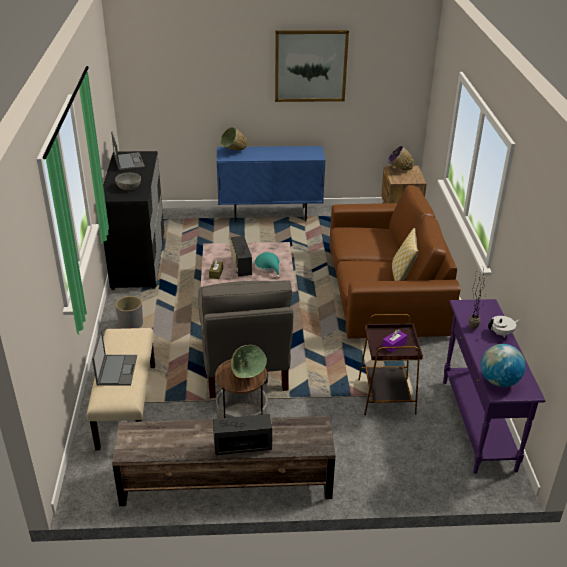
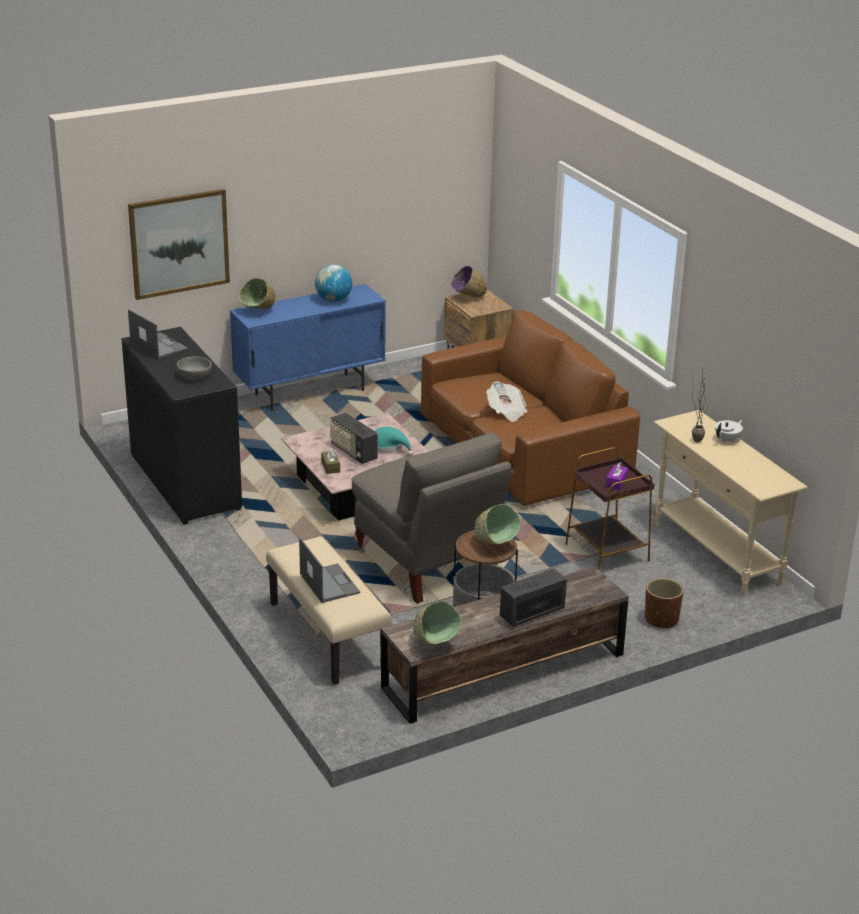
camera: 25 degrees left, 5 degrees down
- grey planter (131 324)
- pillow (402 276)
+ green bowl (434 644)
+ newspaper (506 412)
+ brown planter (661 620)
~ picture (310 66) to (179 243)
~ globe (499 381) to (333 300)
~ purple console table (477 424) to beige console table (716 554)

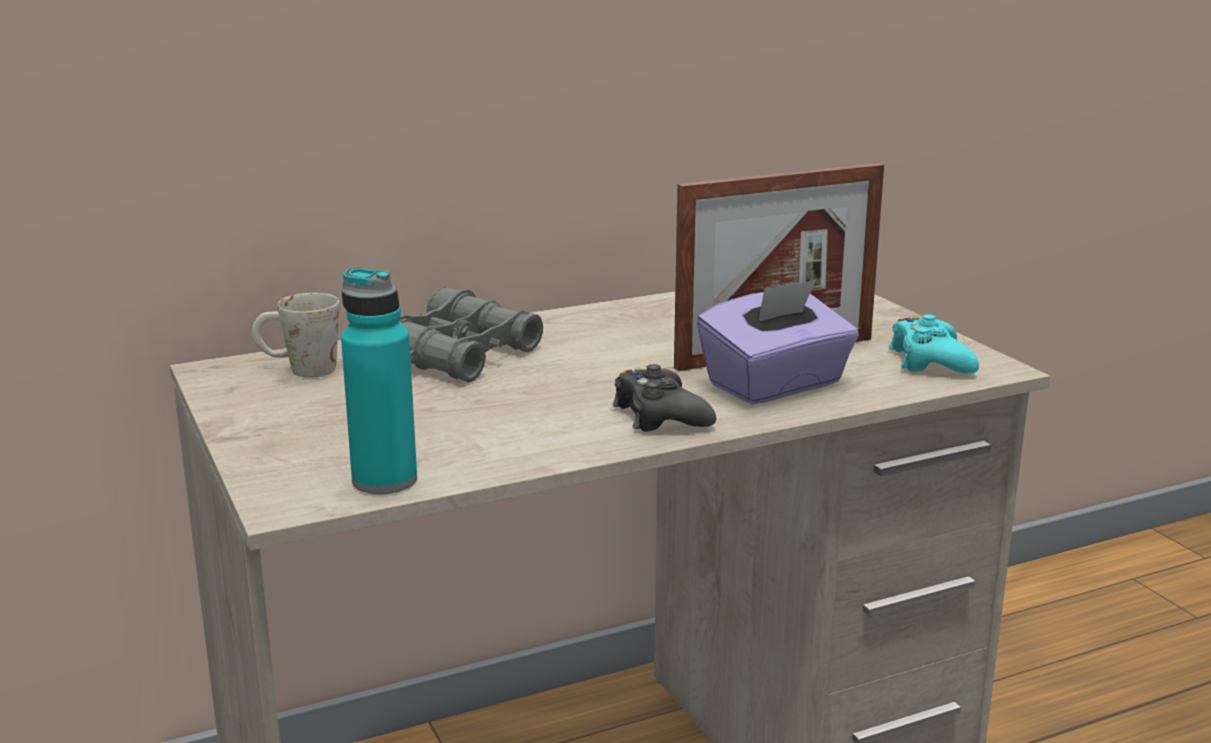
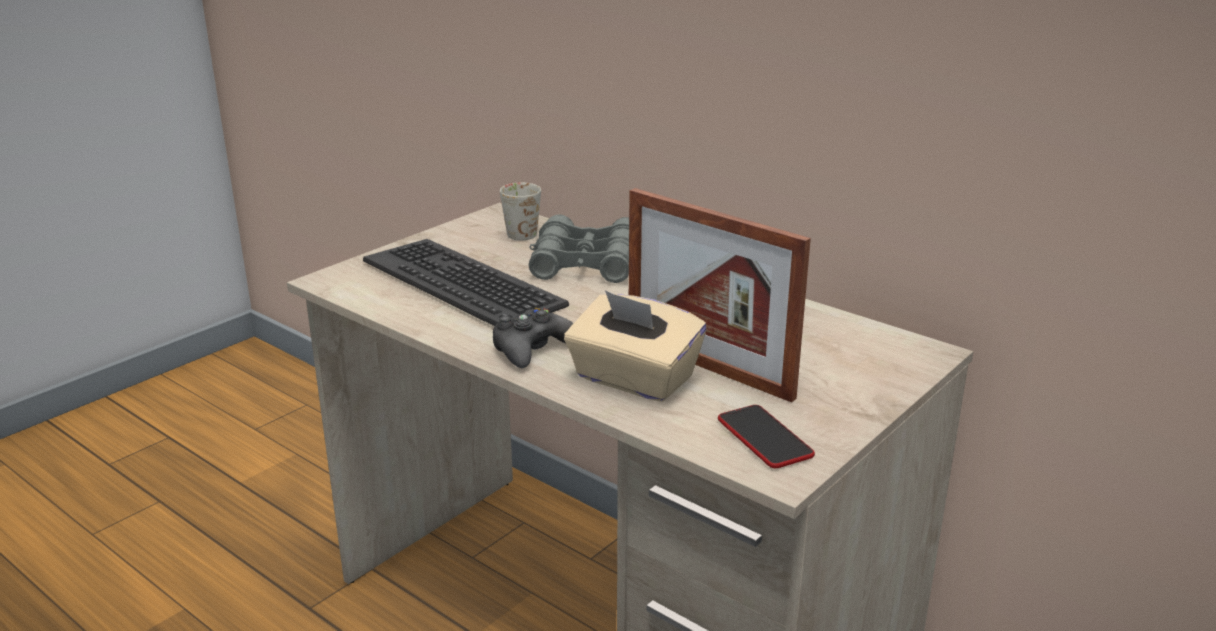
camera: 65 degrees right, 5 degrees up
- turquoise bottle (384 480)
+ keyboard (463 283)
~ turquoise game controller (930 361) to phone (764 438)
~ purple tissue box (776 385) to beige tissue box (633 379)

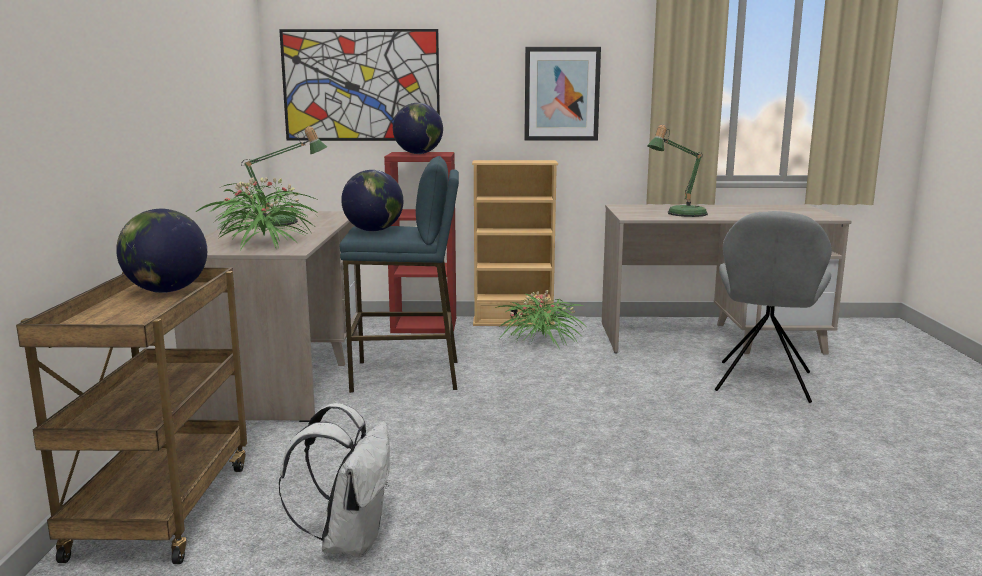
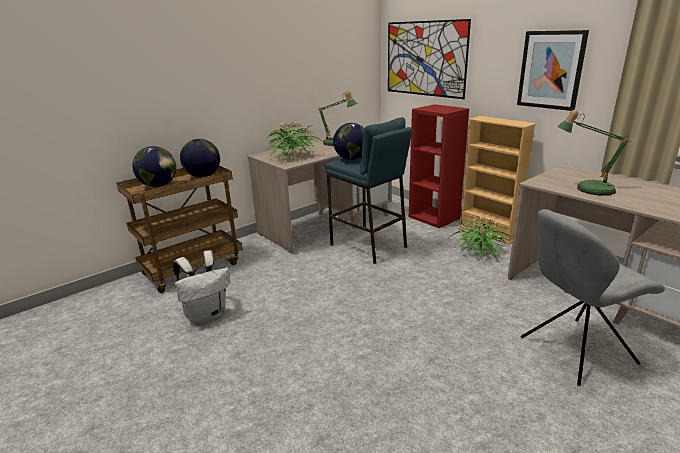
camera: 50 degrees right, 10 degrees up
~ globe (418 154) to (158 186)

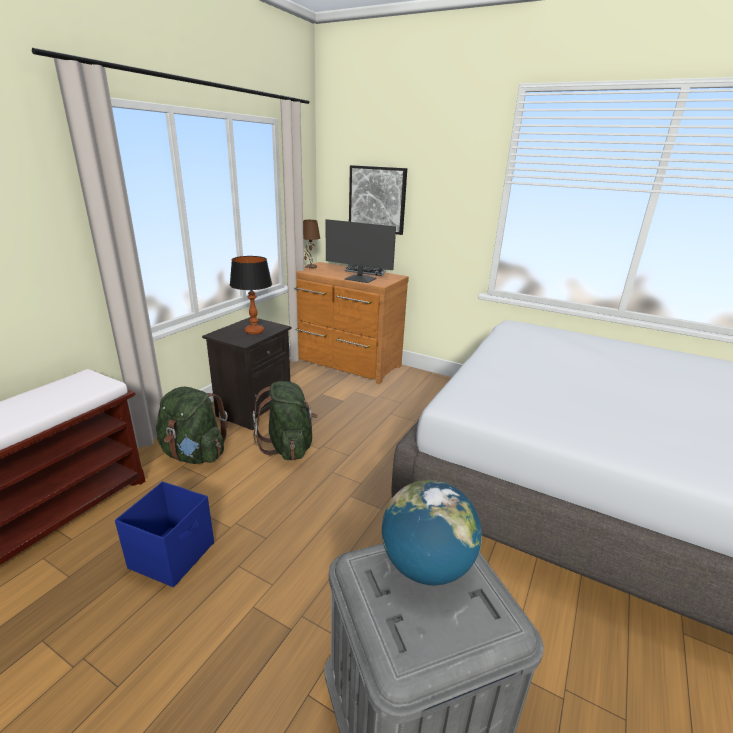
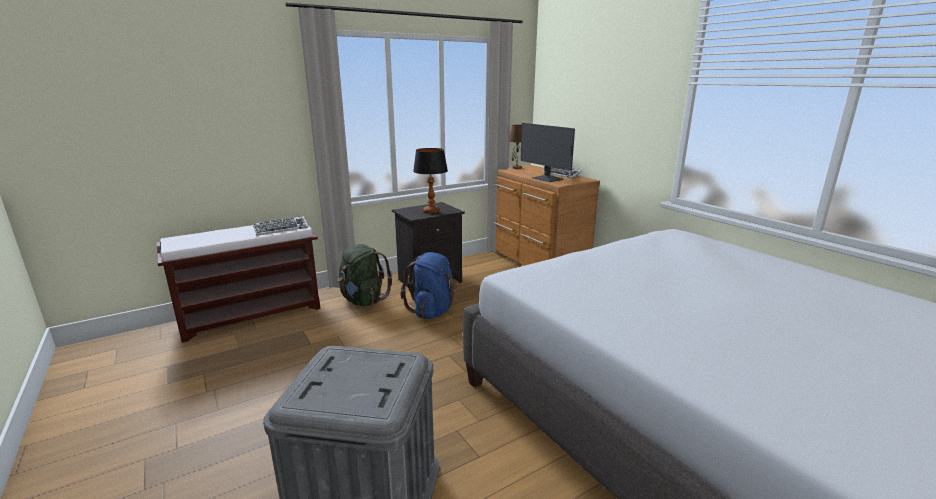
camera: 30 degrees right, 5 degrees down
- blue storage box (173 555)
- picture (377 199)
- globe (426 566)
+ keyboard (281 229)
~ green backpack (288 446) to blue backpack (432 311)

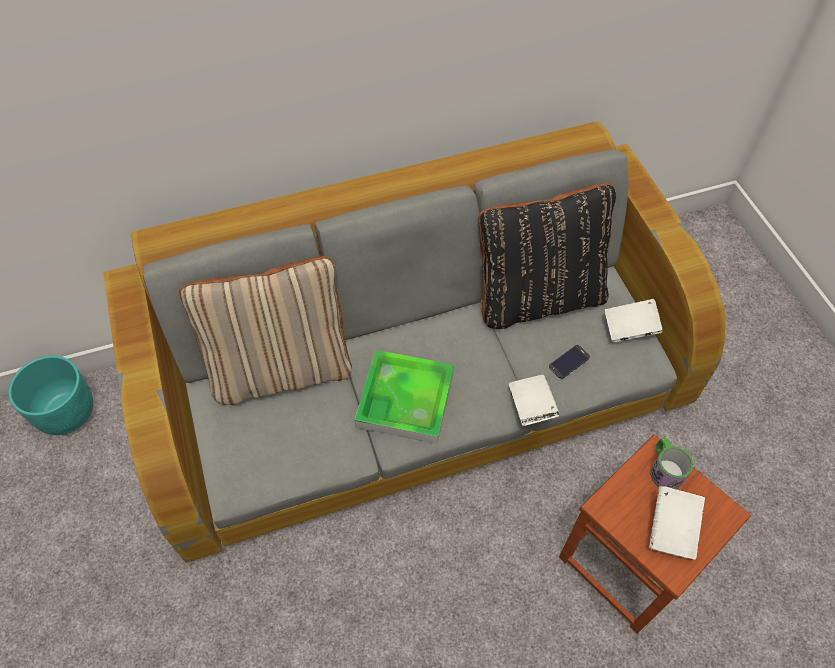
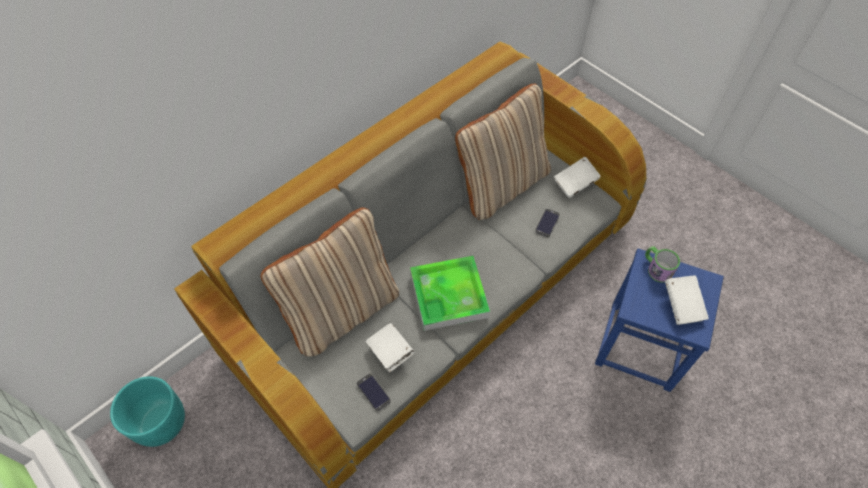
camera: 25 degrees left, 0 degrees up
+ phone (373 392)
~ white book (531 406) to (390 352)
~ black pillow (538 297) to beige pillow (501 185)
~ brown stool (629 560) to blue stool (640 345)

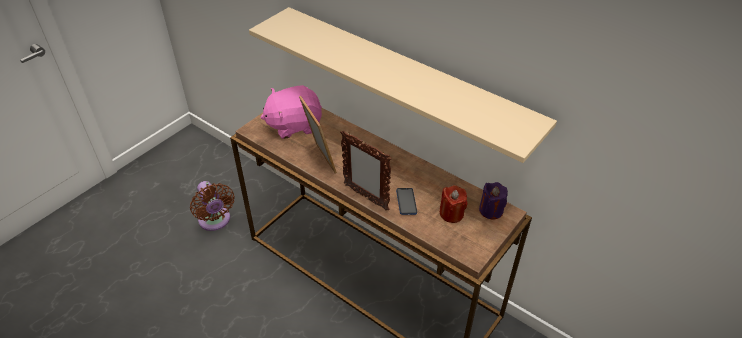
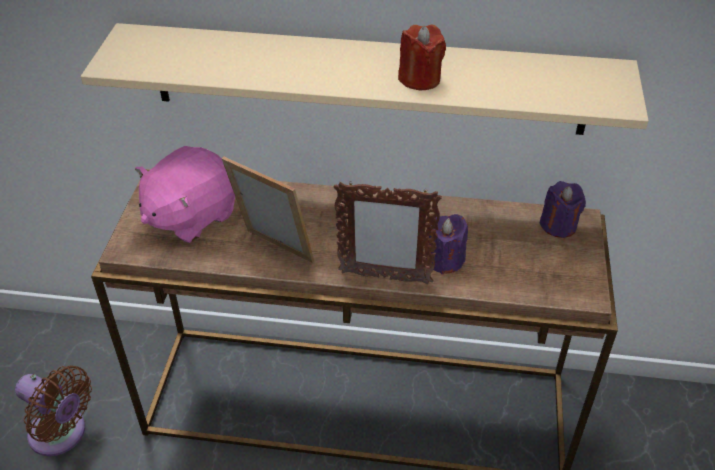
camera: 30 degrees left, 0 degrees up
~ red candle (451 214) to (419 79)
~ phone (406 202) to purple candle (444 260)

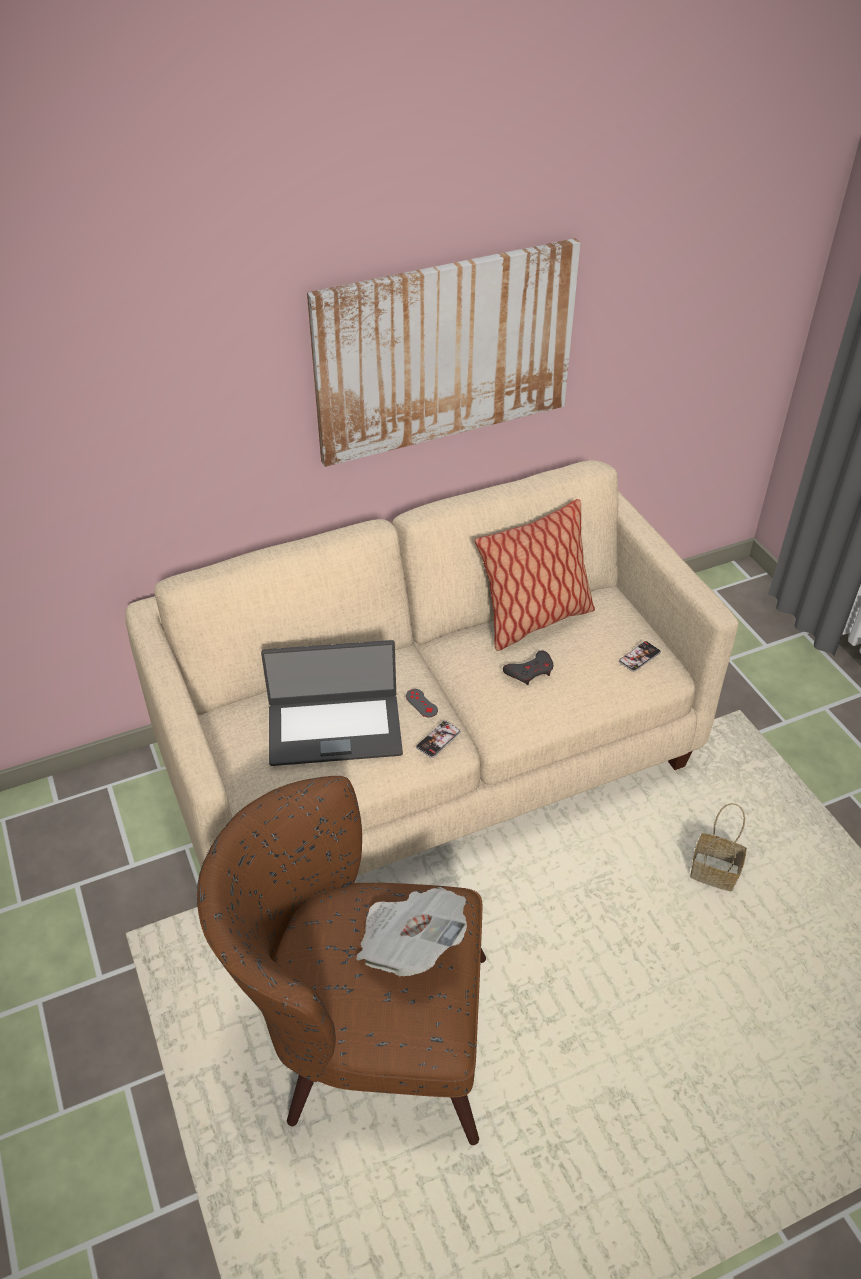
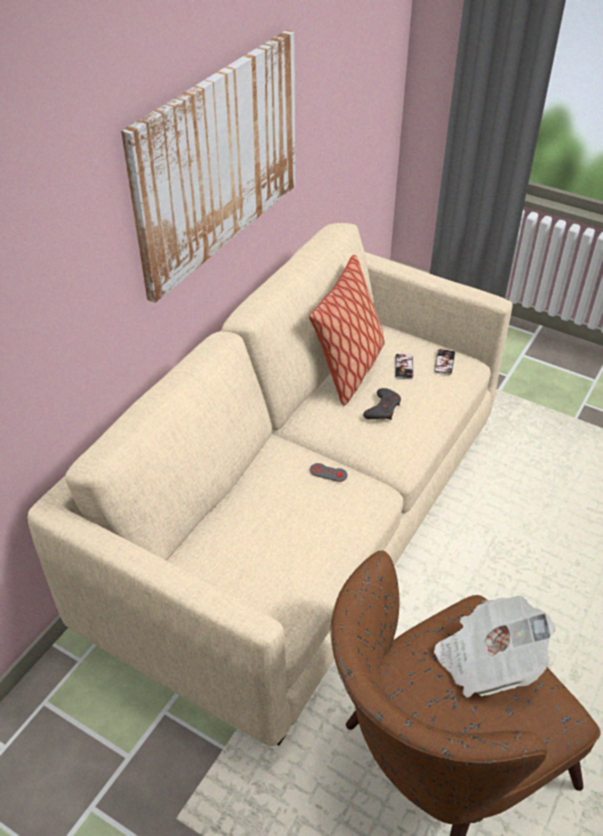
camera: 35 degrees left, 0 degrees up
- laptop (334 728)
- basket (715 872)
~ phone (438 740) to (404 367)

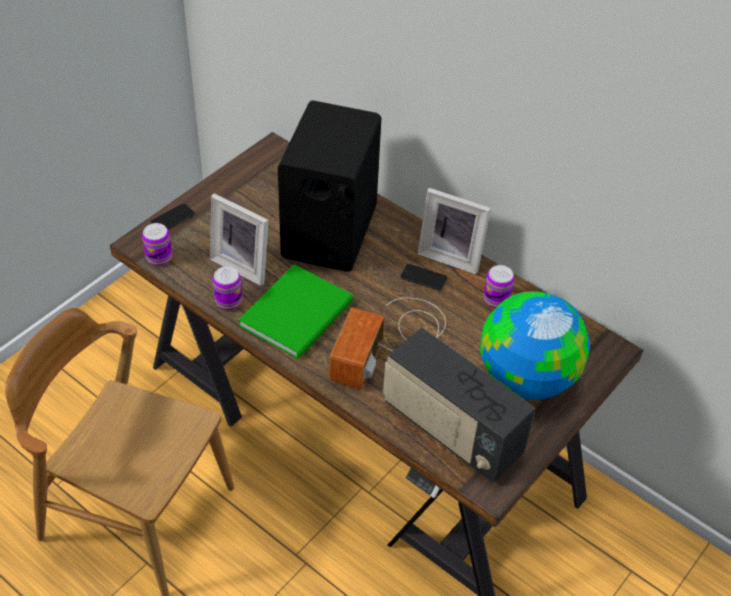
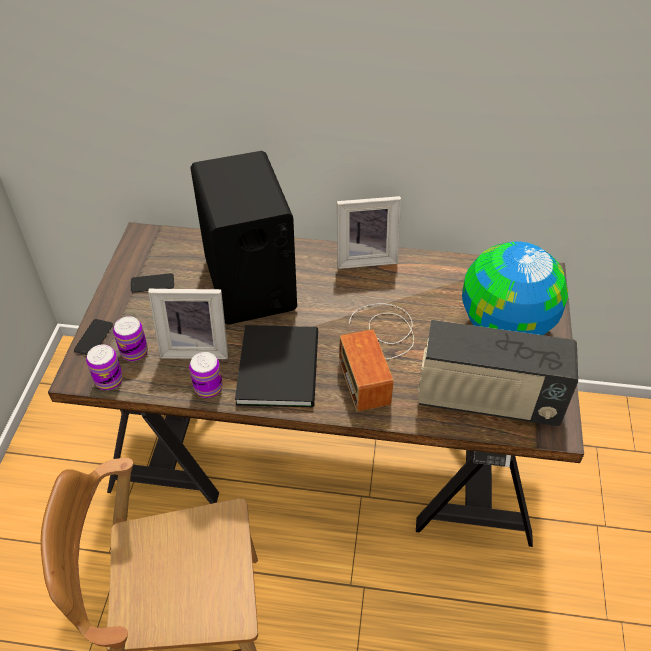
camera: 30 degrees left, 0 degrees up
~ phone (423 278) to (152 283)
~ can (496 300) to (134 352)
~ green book (300 312) to black book (281 365)

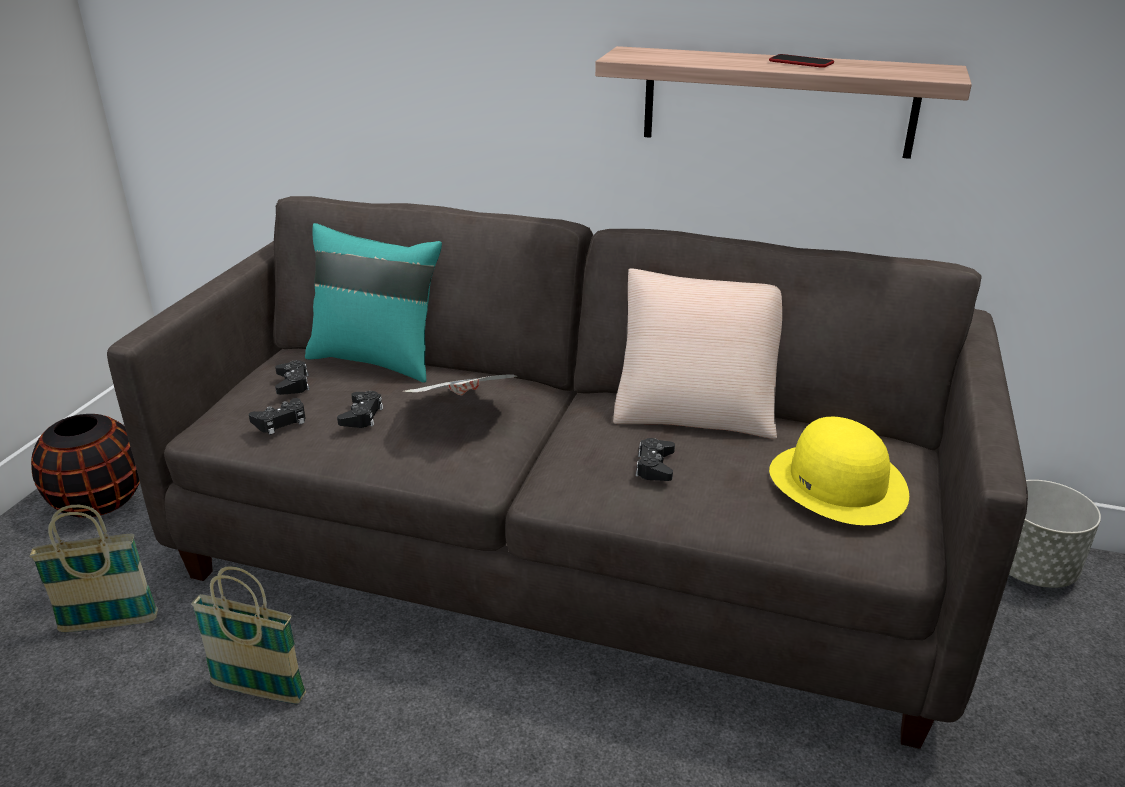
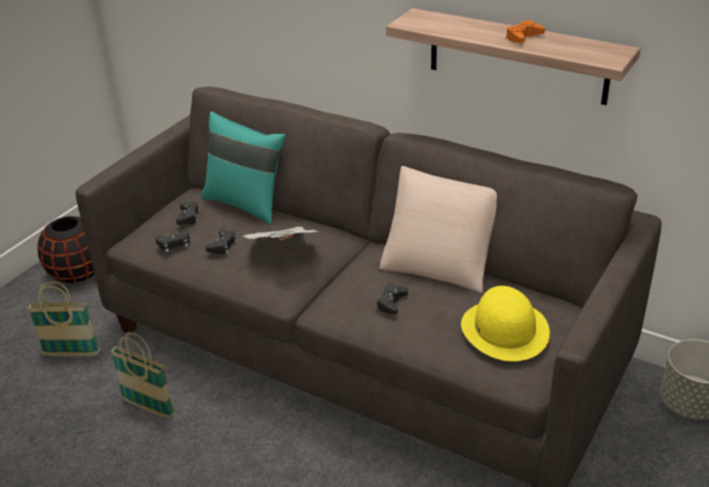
camera: 15 degrees right, 5 degrees up
~ phone (801 62) to orange game controller (523 37)

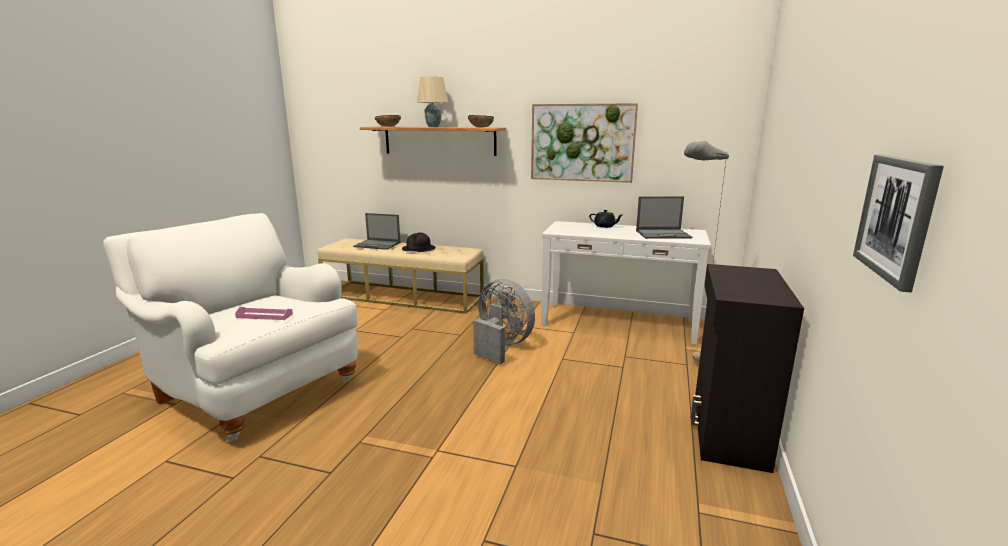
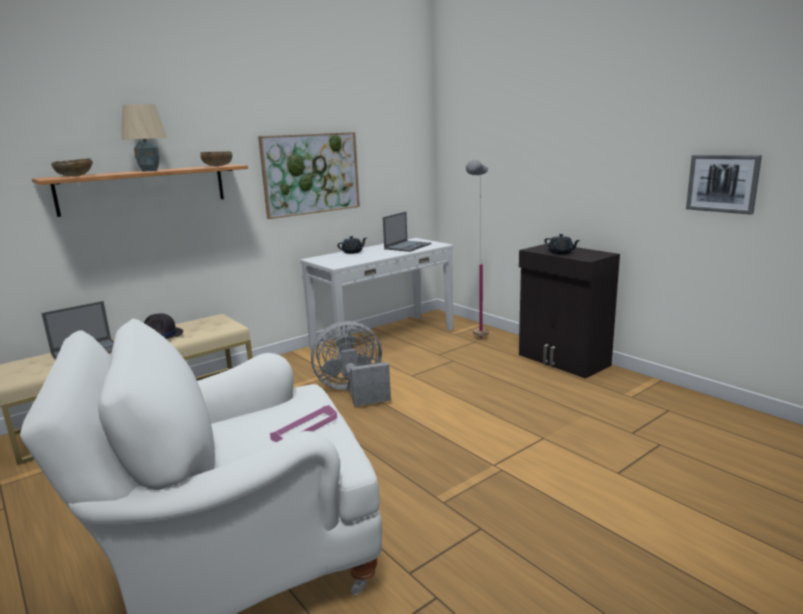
camera: 55 degrees left, 0 degrees up
+ black teapot (561 253)

